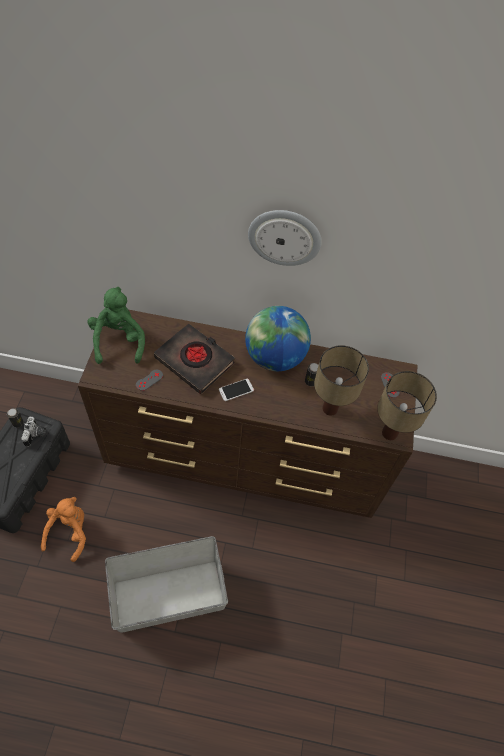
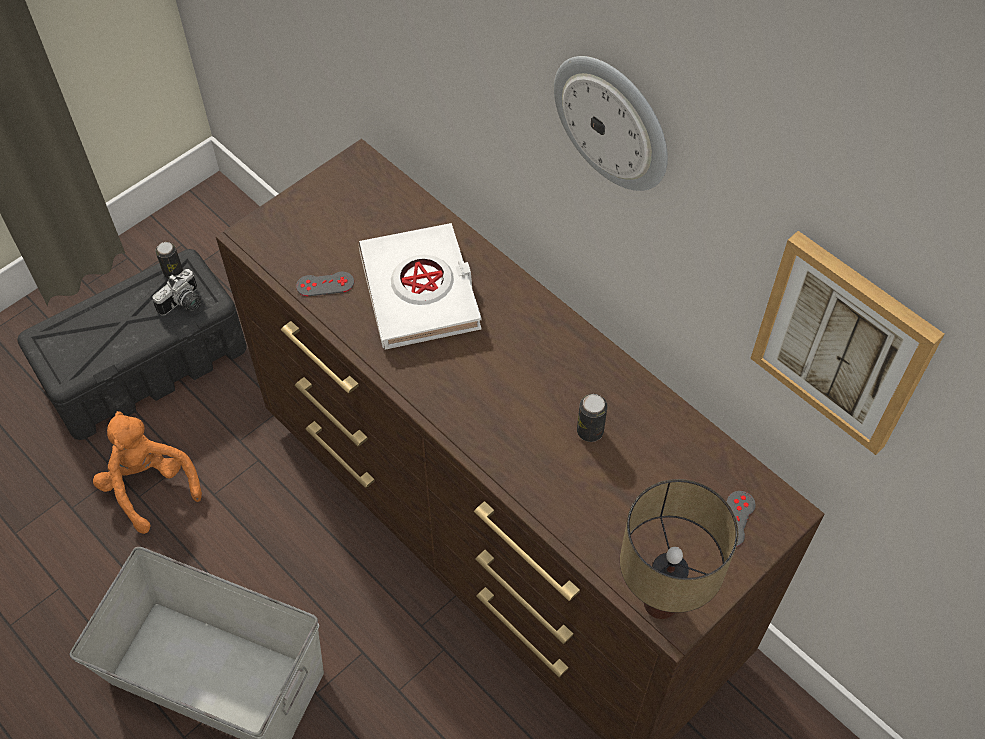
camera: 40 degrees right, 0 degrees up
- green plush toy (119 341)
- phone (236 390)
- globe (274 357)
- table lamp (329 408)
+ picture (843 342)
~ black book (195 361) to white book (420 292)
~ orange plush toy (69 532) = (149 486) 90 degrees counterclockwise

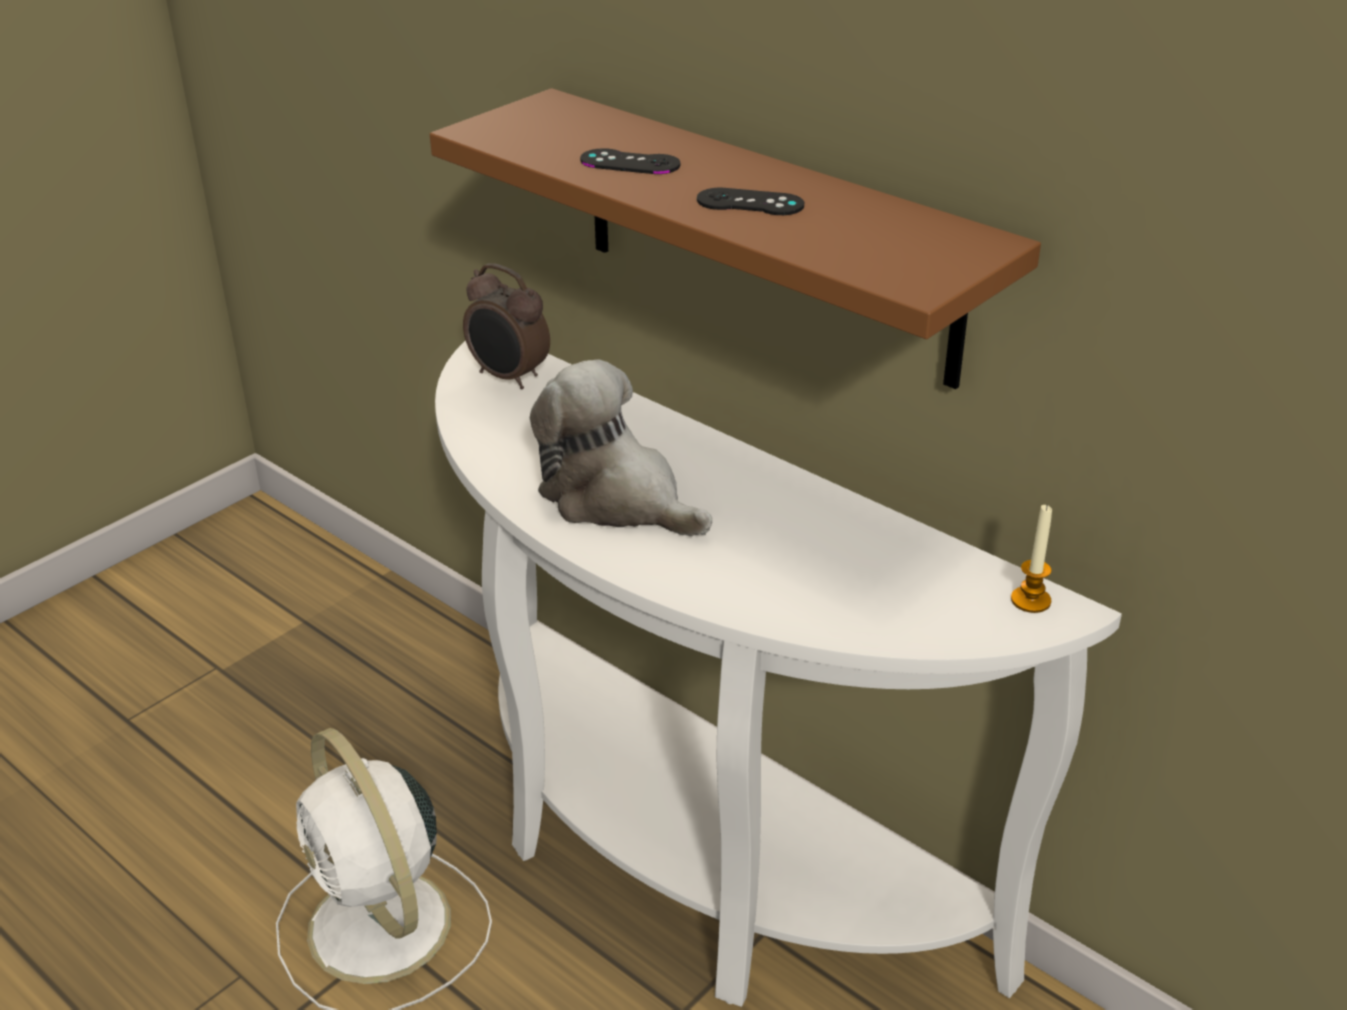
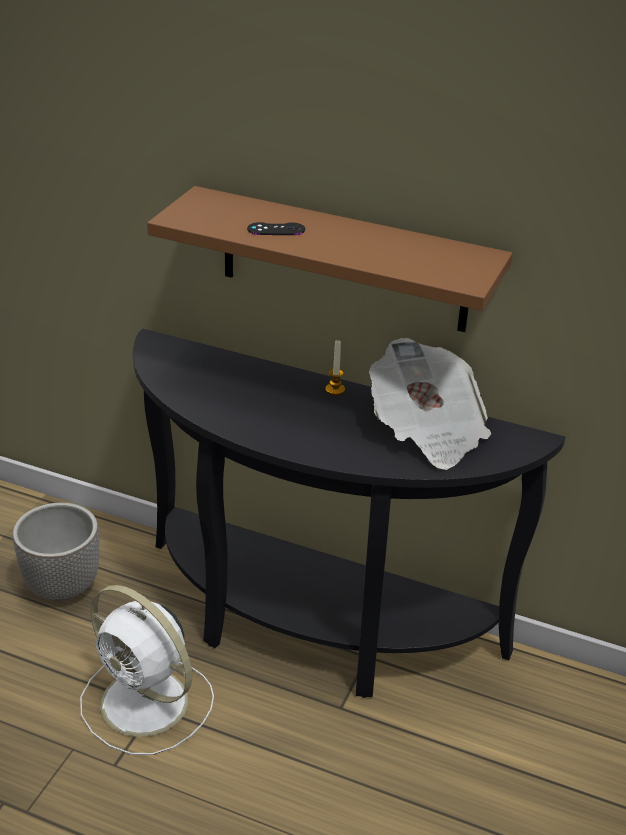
camera: 20 degrees left, 0 degrees up
- alarm clock (508 378)
- plush toy (616 499)
- black game controller (750 203)
+ planter (61 587)
+ newspaper (427 431)
~ candle (1030 600) to (335 389)
~ white console table (687 860) to black console table (308 627)

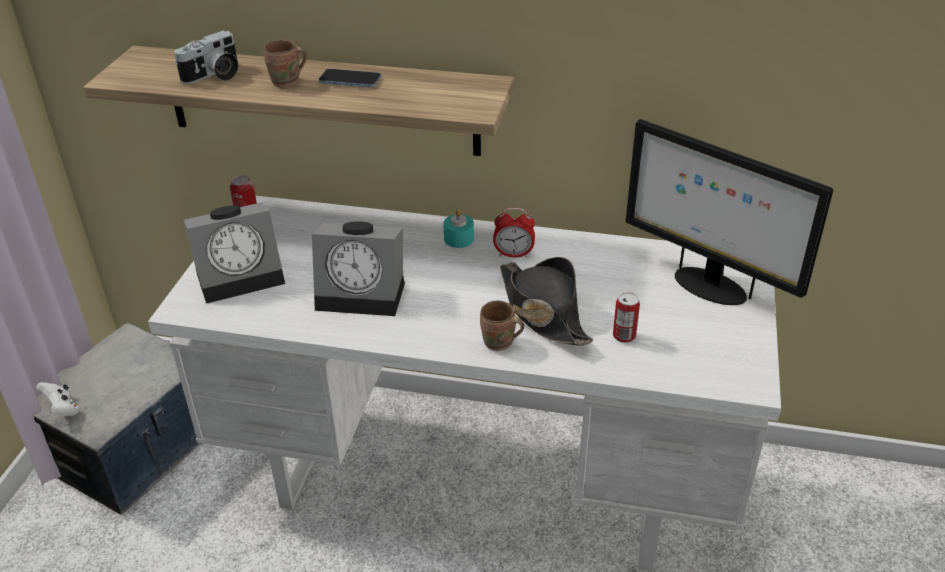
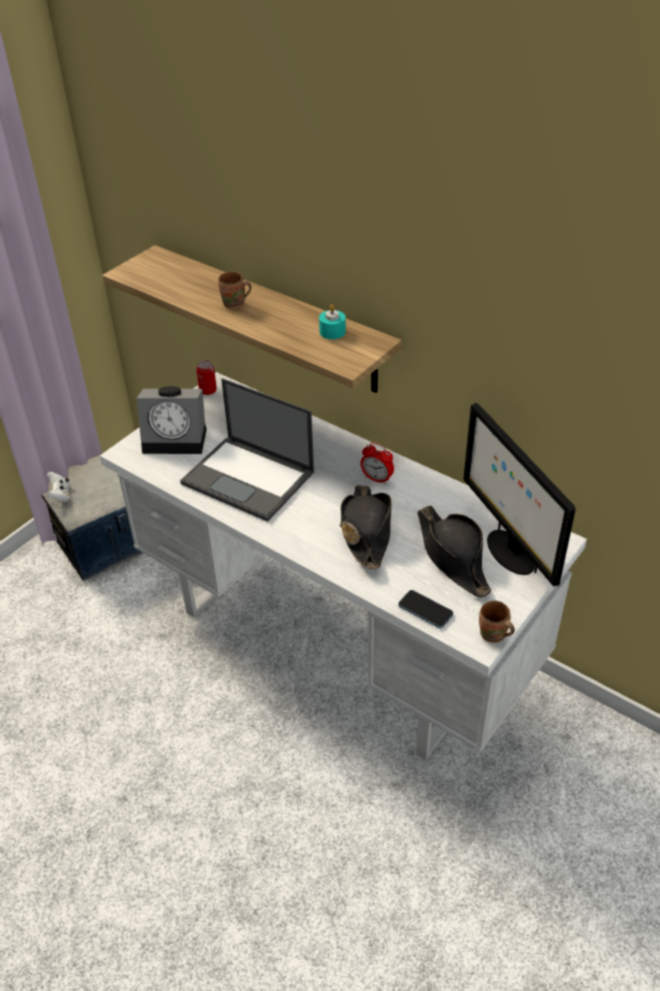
camera: 25 degrees right, 5 degrees up
- photo camera (214 76)
- can (624 336)
+ black hat (453 557)
~ phone (350 80) to (425 610)
~ turquoise candle (459 239) to (332 332)
~ brown mug (499 344) to (493 636)
~ alarm clock (364 293) to laptop (249 478)

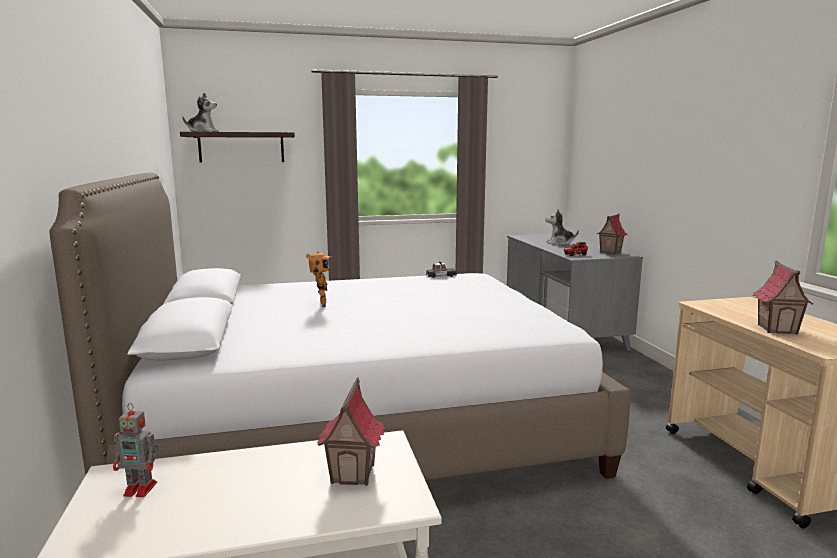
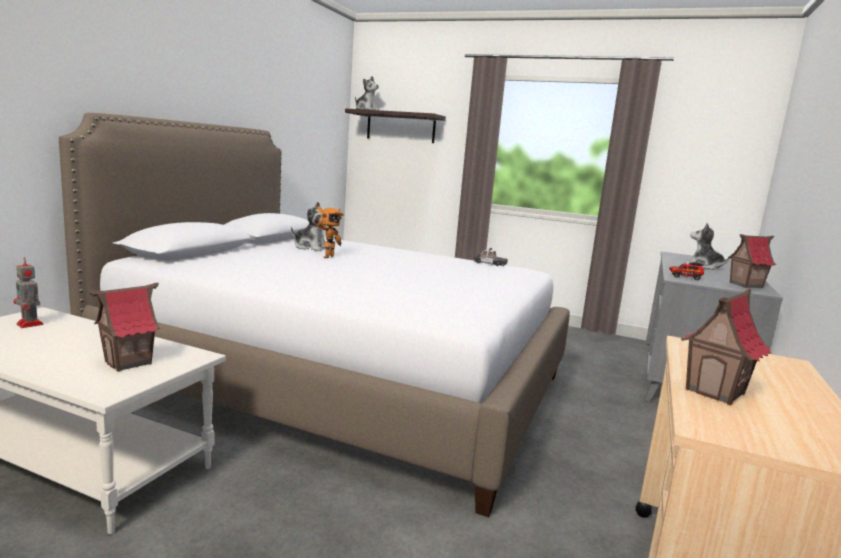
camera: 35 degrees right, 0 degrees up
+ plush toy (310 247)

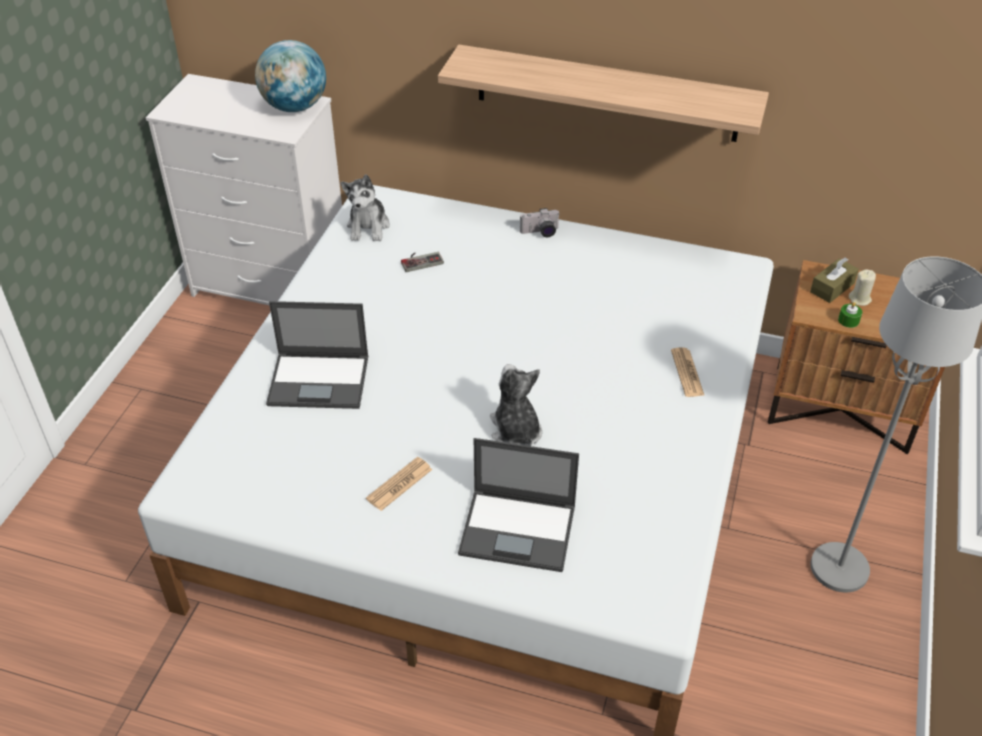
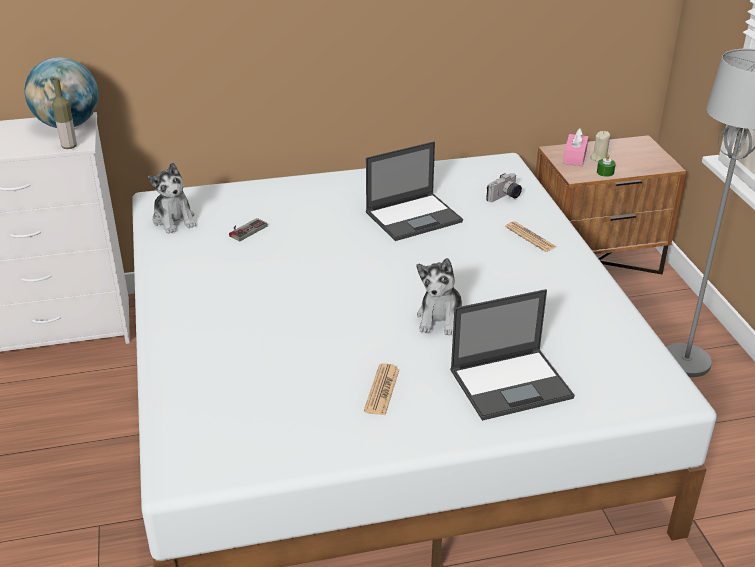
camera: 30 degrees left, 10 degrees down
- shelf (606 93)
+ bottle (69 146)
~ laptop (320 380) to (414 217)
~ photo camera (540 233) to (505 197)
~ brown tissue box (832 287) to pink tissue box (574 157)
~ plush toy (515 431) = (441 318) 120 degrees counterclockwise

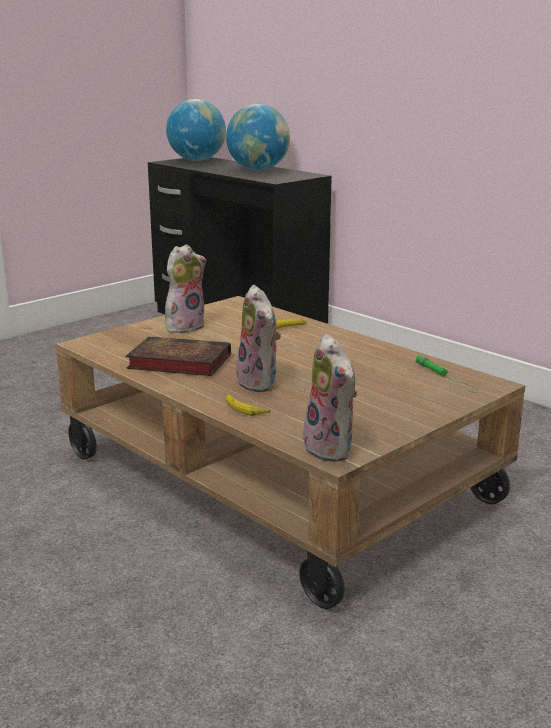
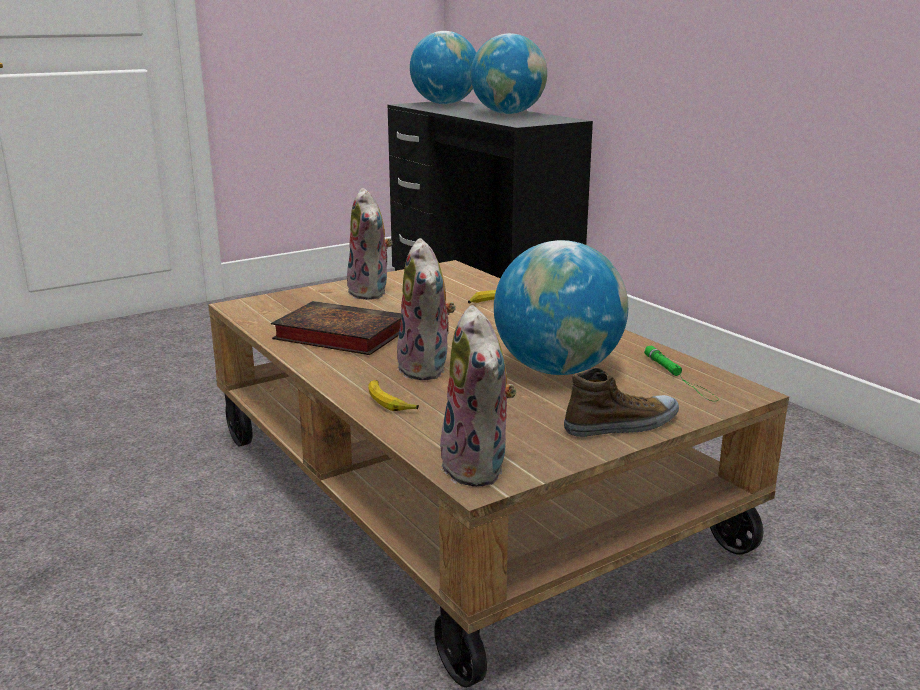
camera: 10 degrees right, 0 degrees up
+ globe (557 370)
+ shoe (622 425)
~ plush toy (185 326) = (371 292) 105 degrees clockwise

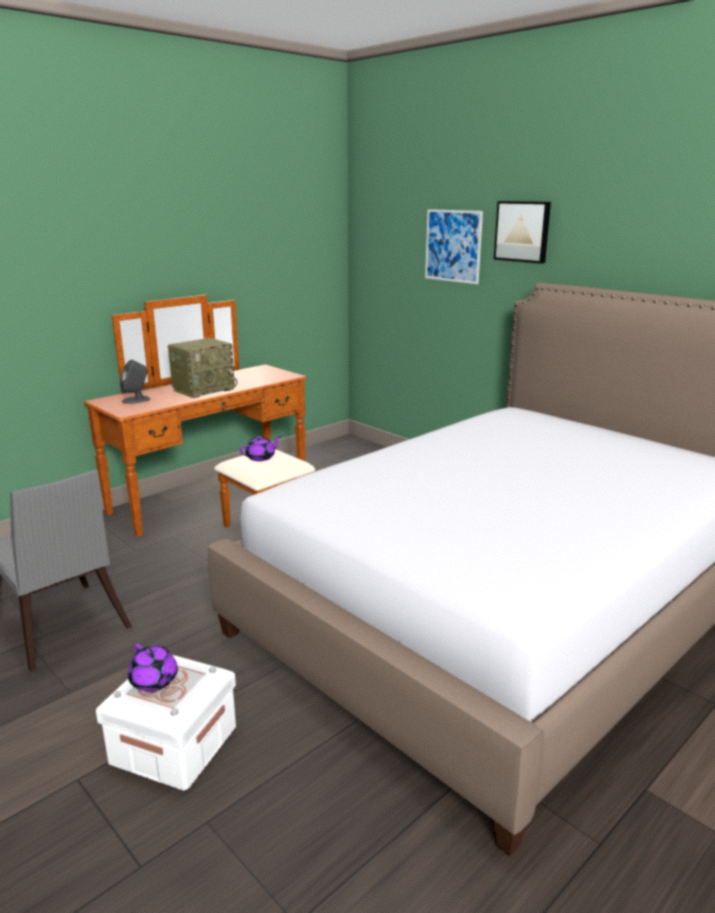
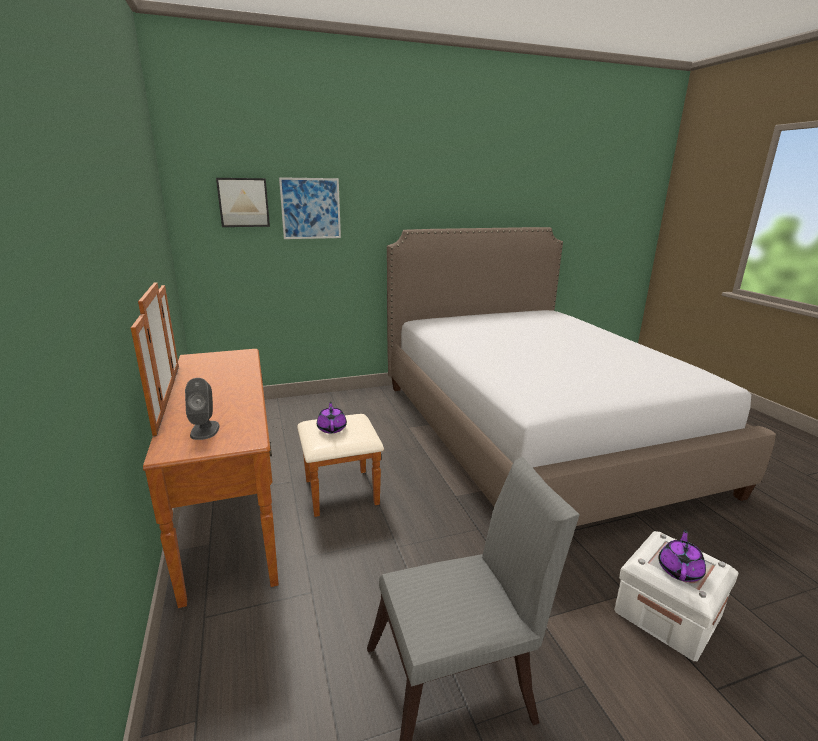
camera: 65 degrees left, 0 degrees up
- radio (204 389)
~ picture (523 231) to (243 202)
~ purple teapot (154 681) = (679 570) 45 degrees counterclockwise

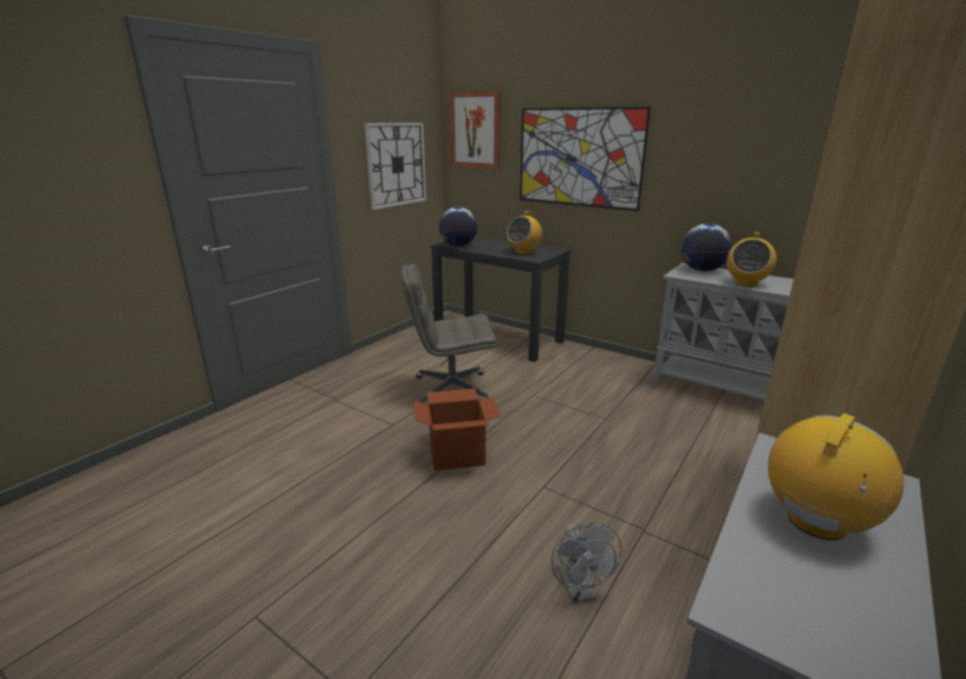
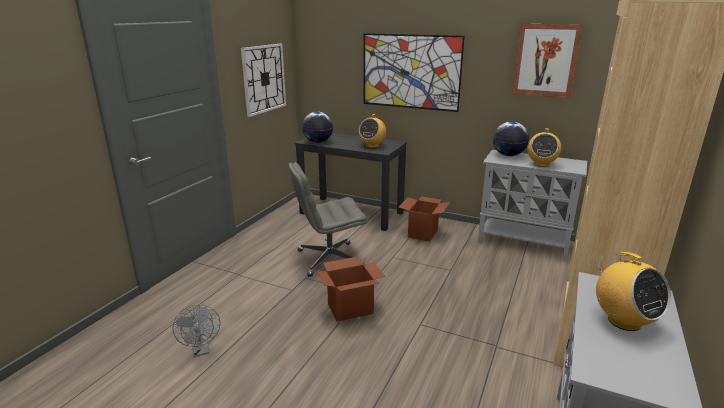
camera: 10 degrees left, 0 degrees up
+ cardboard box (423 233)
~ picture (476 130) to (546 60)
~ grey fan (580 591) to (201 350)
~ radio (816 522) = (623 321) 120 degrees clockwise

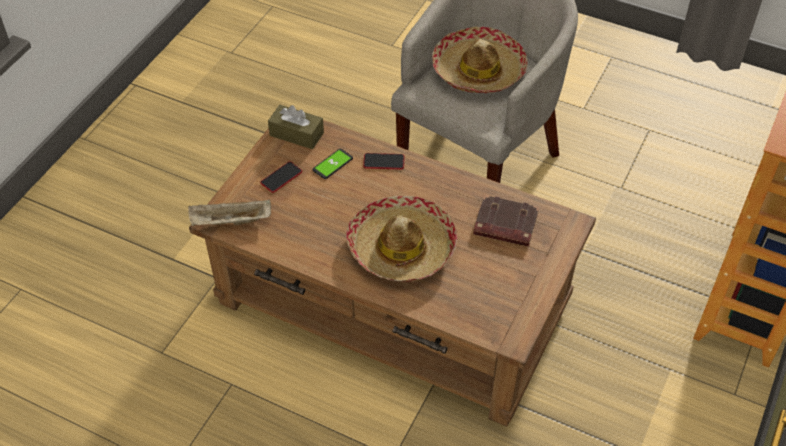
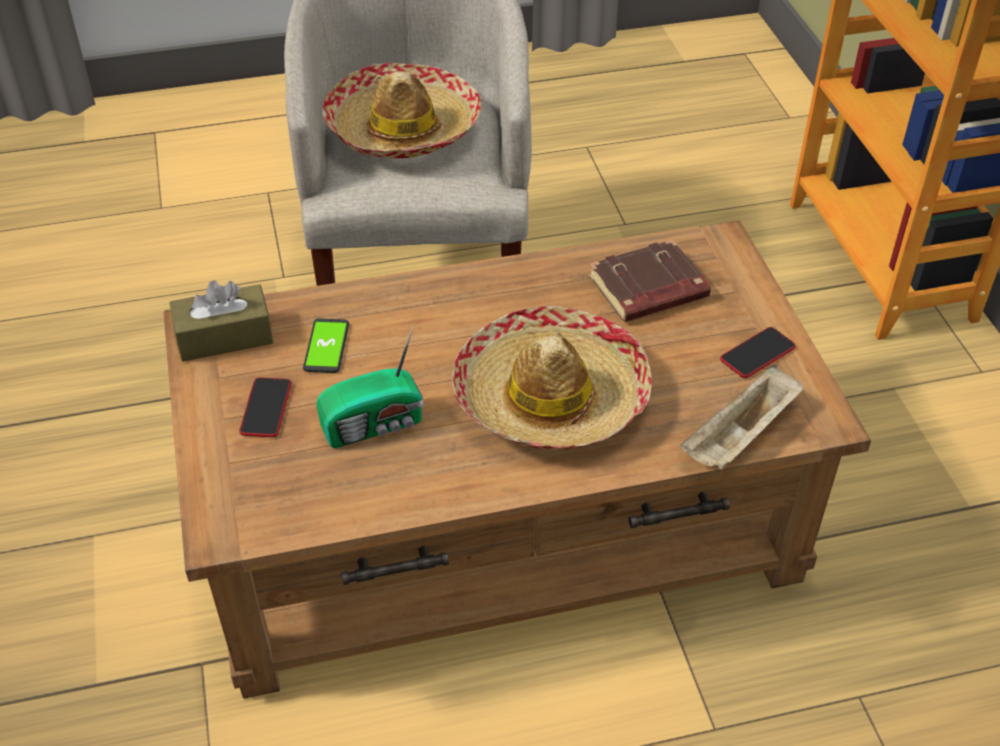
camera: 40 degrees left, 5 degrees down
+ radio (375 425)
~ beige tray (230 222) to (740 437)
~ phone (383 162) to (757 354)

